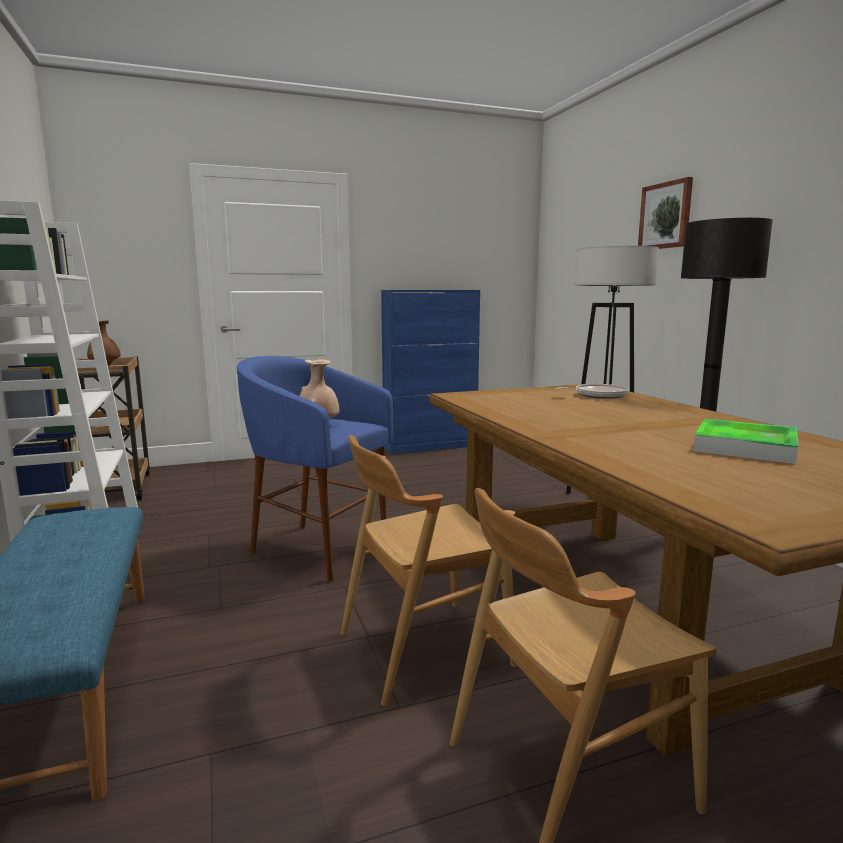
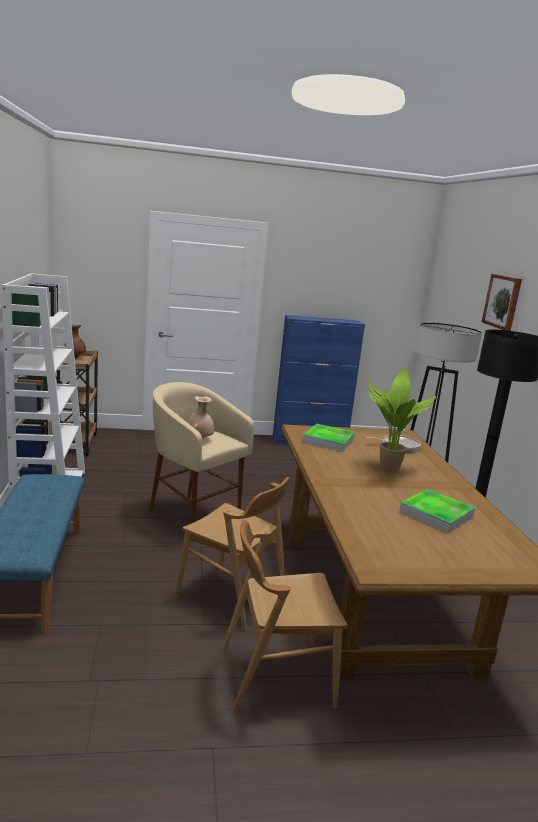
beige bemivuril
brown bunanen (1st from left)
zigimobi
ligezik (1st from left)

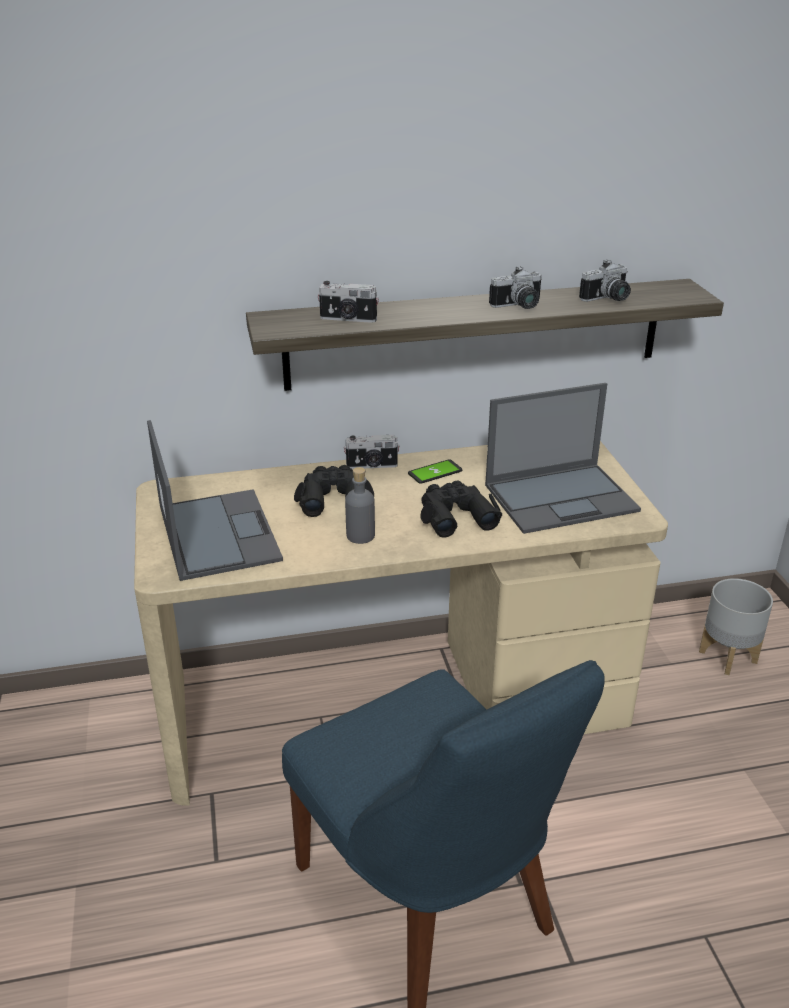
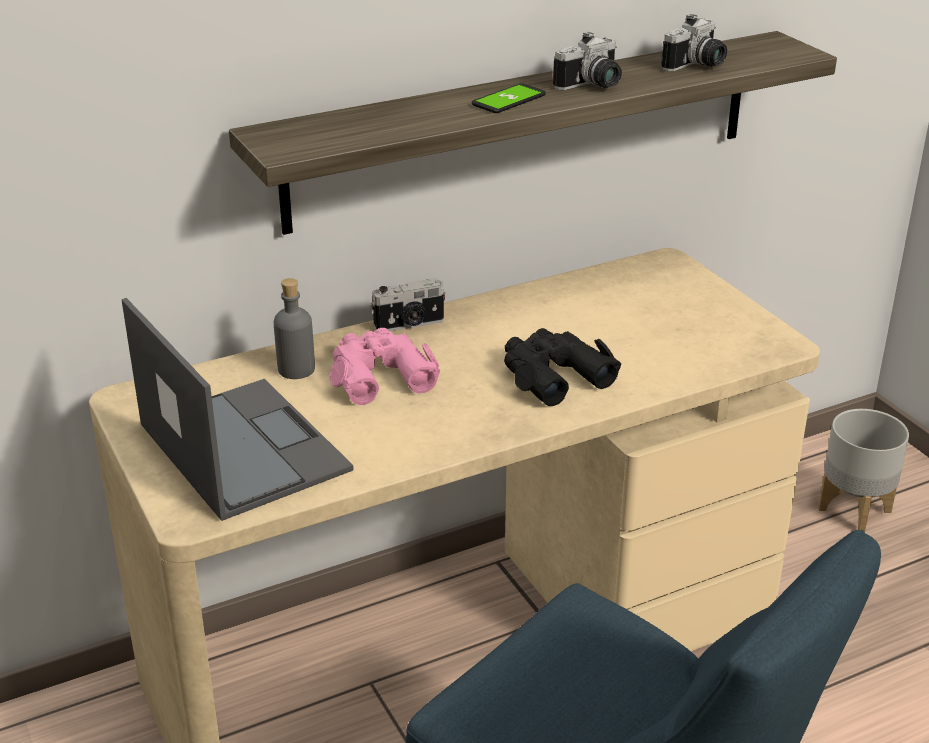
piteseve (1st from left in the first image)
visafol (2nd from left in the first image)
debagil
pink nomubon
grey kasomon

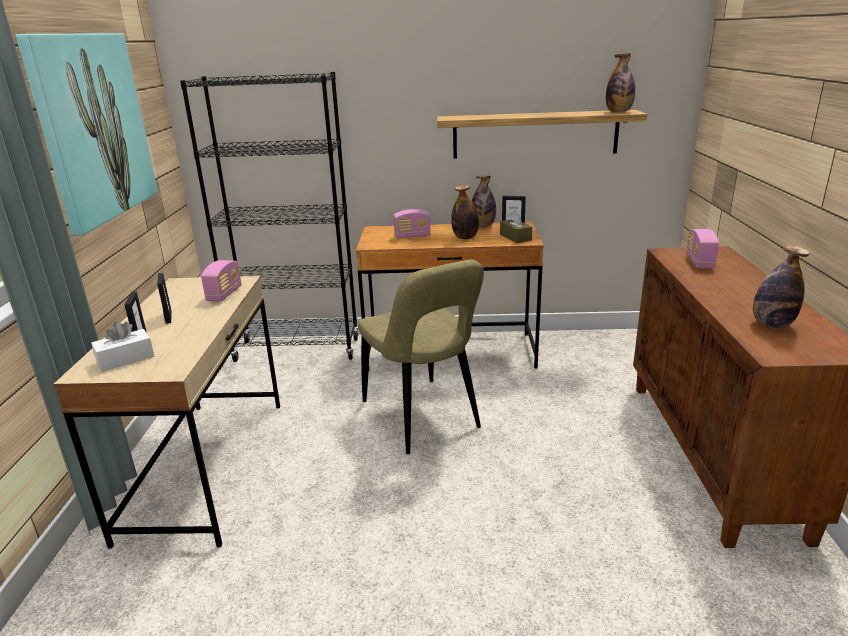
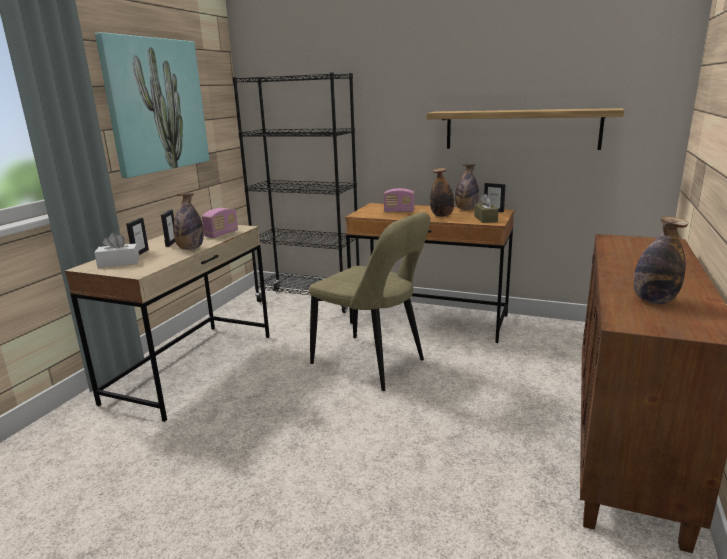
kasomon (1st from left)
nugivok (3rd from left in the first image)
beige bunanen

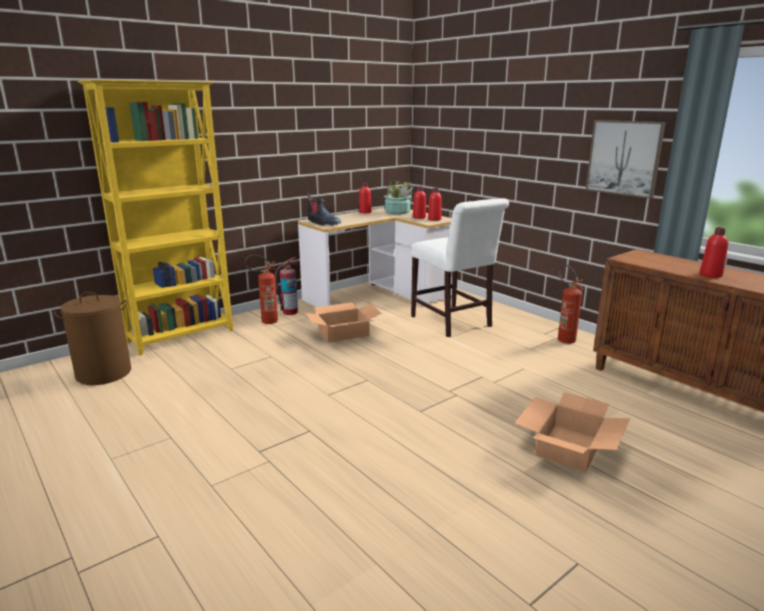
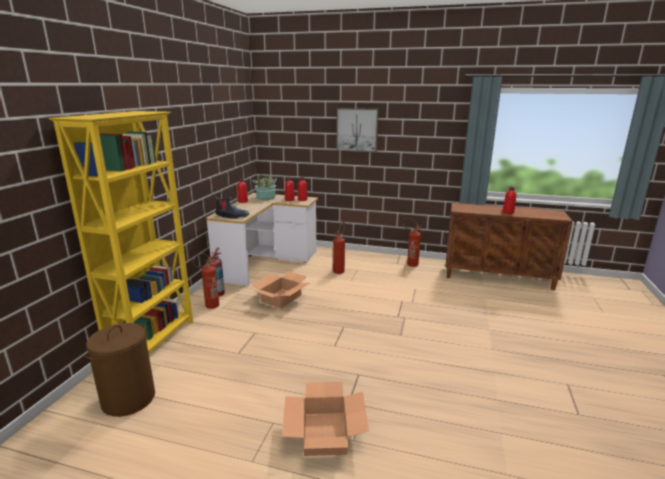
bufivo
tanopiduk (3rd from left)
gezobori (2nd from left)

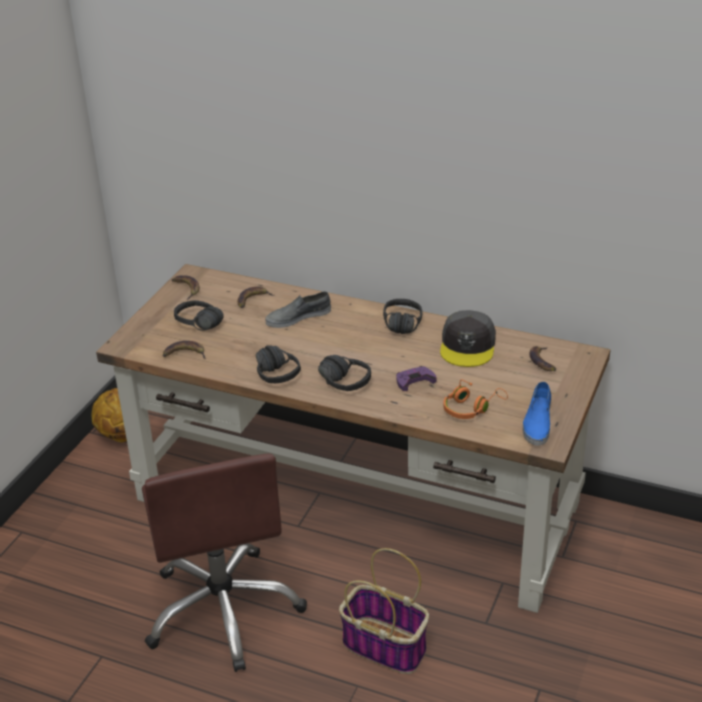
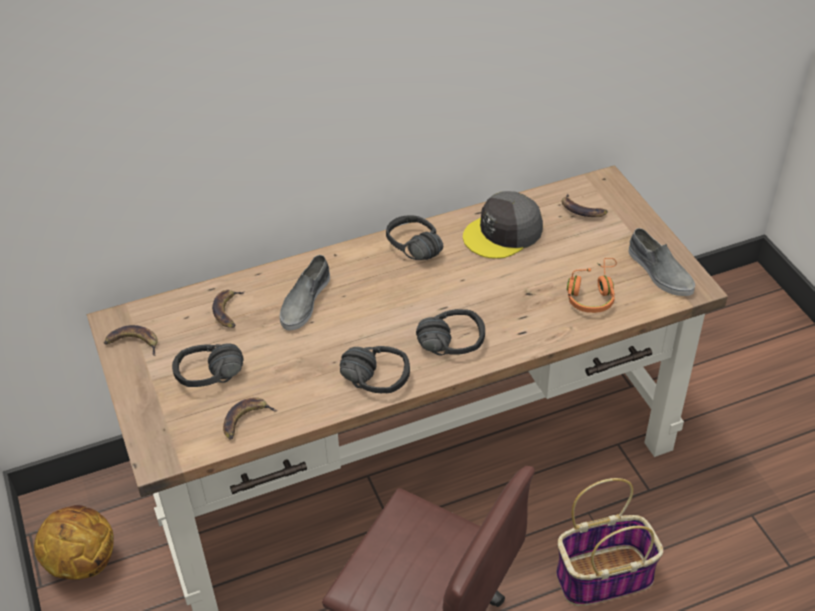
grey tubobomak
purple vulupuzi
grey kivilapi (2nd from left)

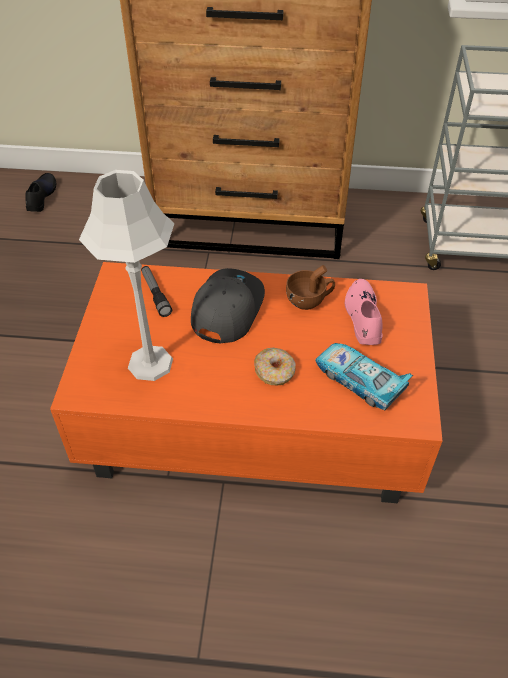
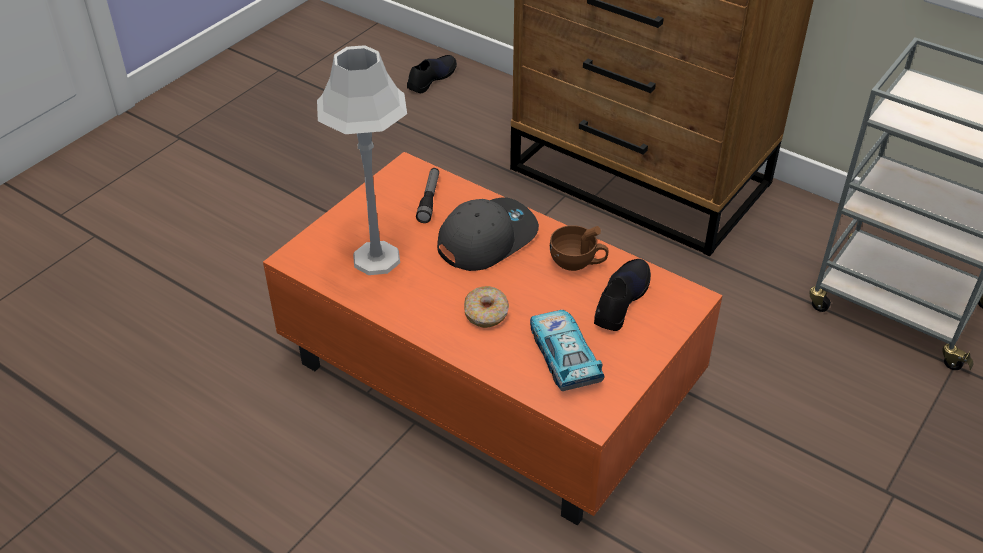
black kivilapi (2nd from left)

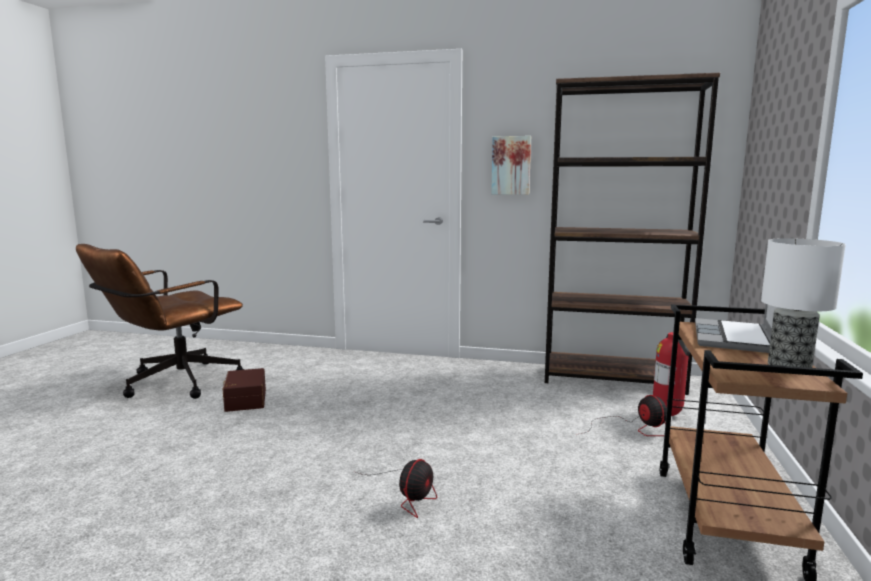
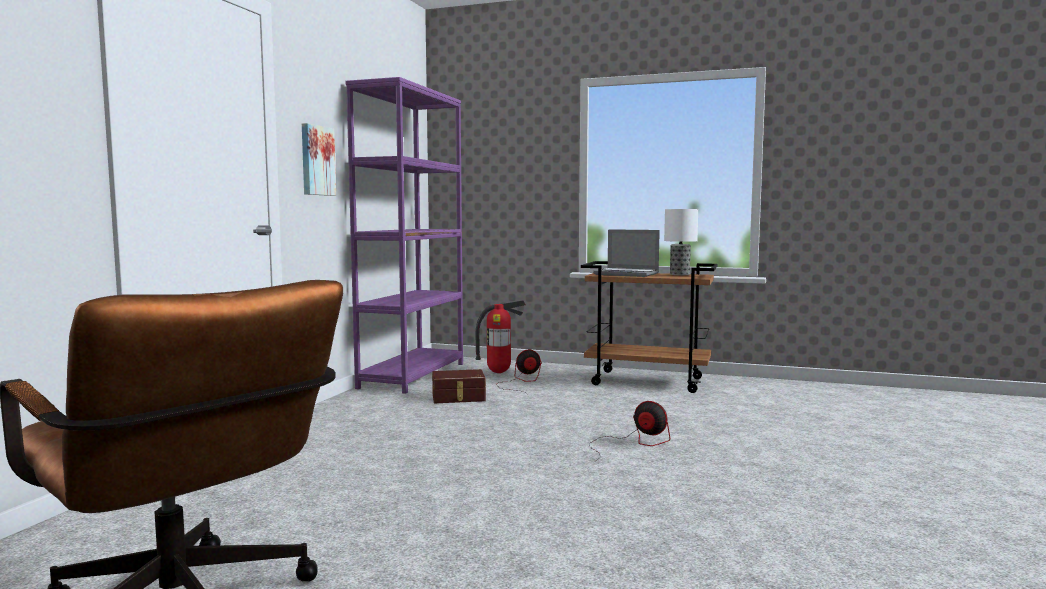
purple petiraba
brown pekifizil

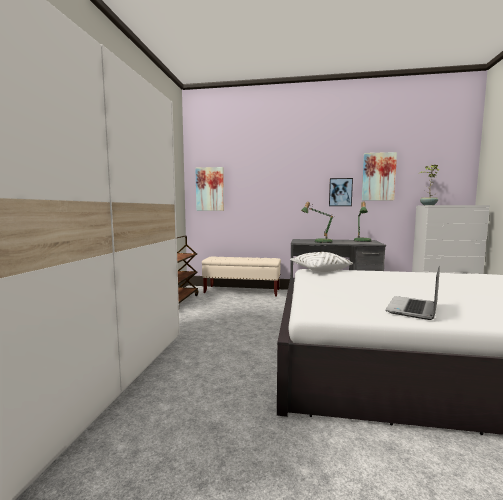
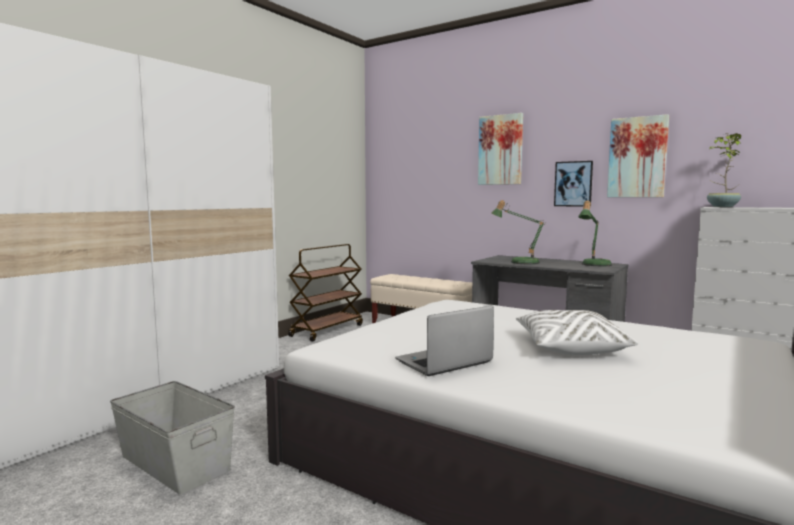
bufivo (1st from left)
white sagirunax
grey pekifizil

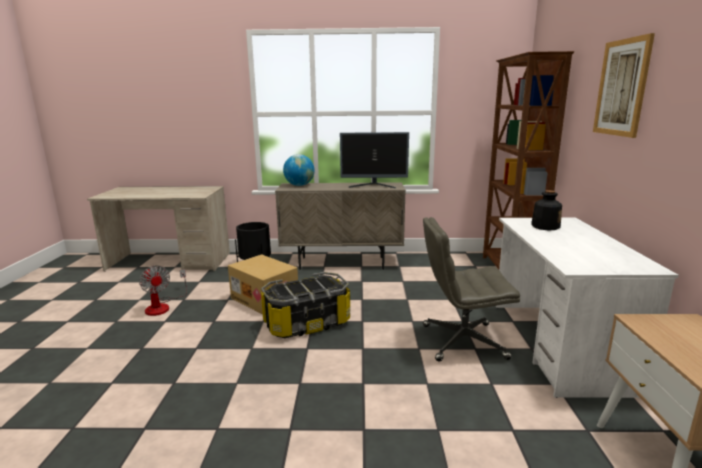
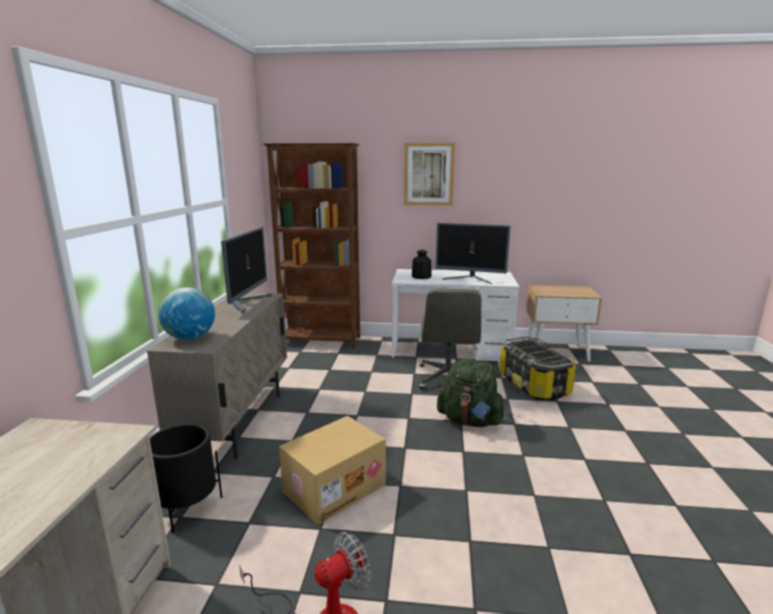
pekifizil
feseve (2nd from left)
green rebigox

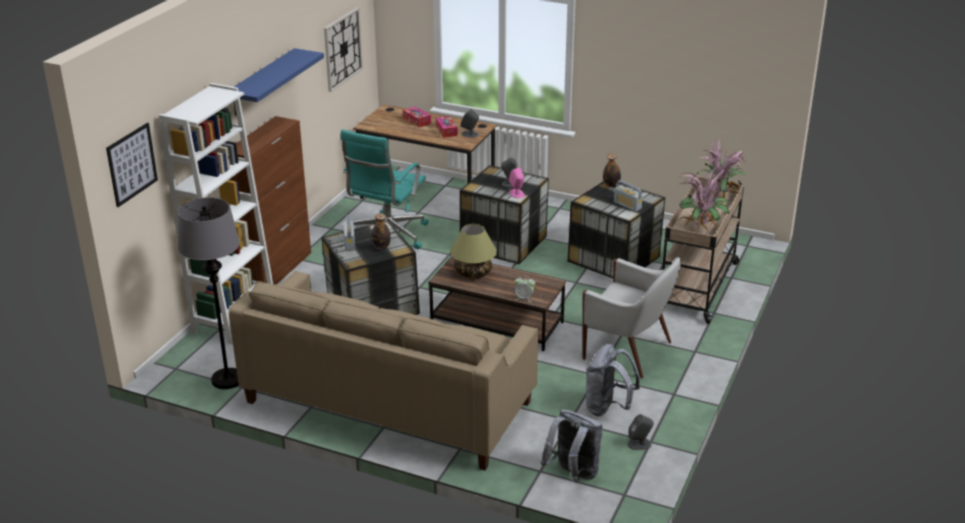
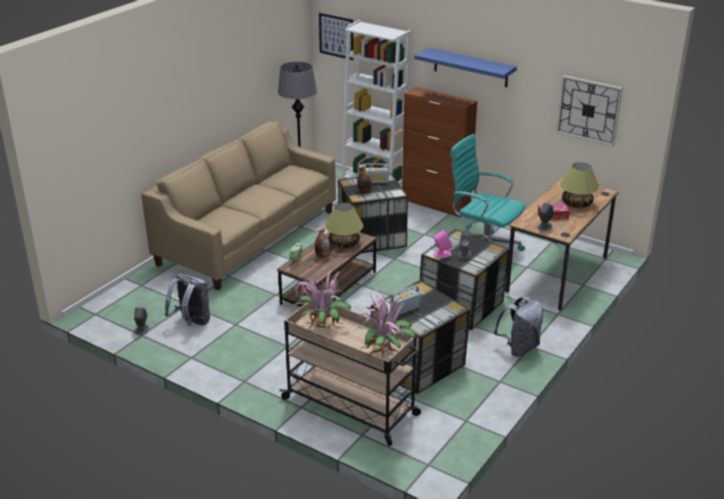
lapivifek (2nd from left)
kasomon (1st from left)
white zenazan
grey rebigox (2nd from left)

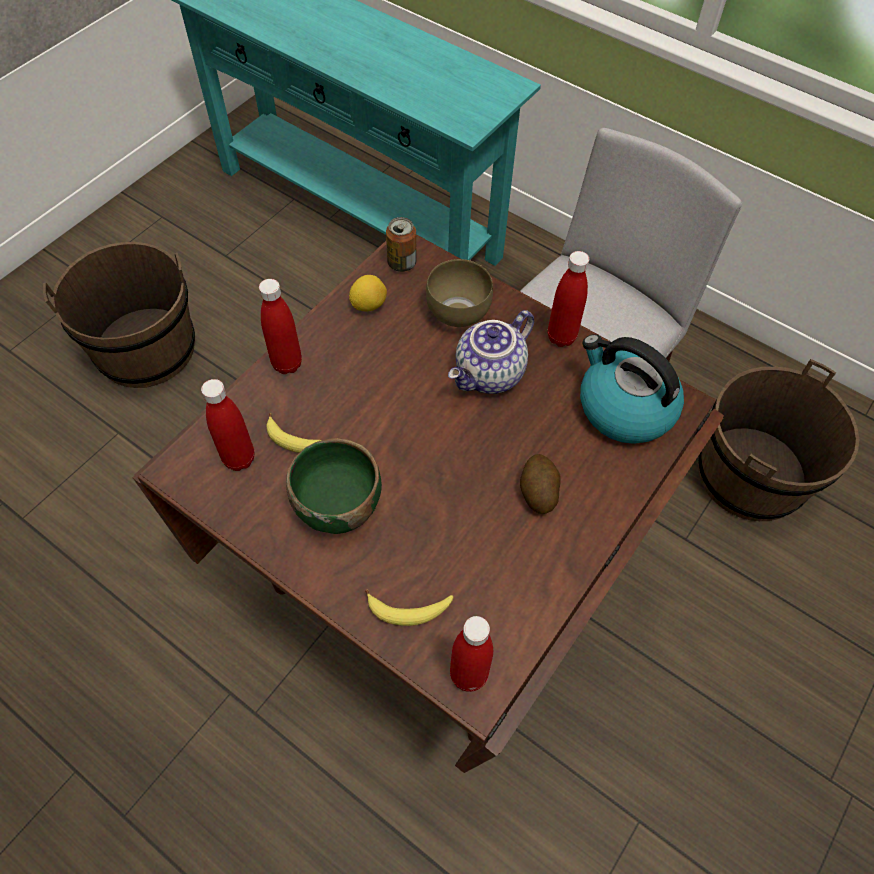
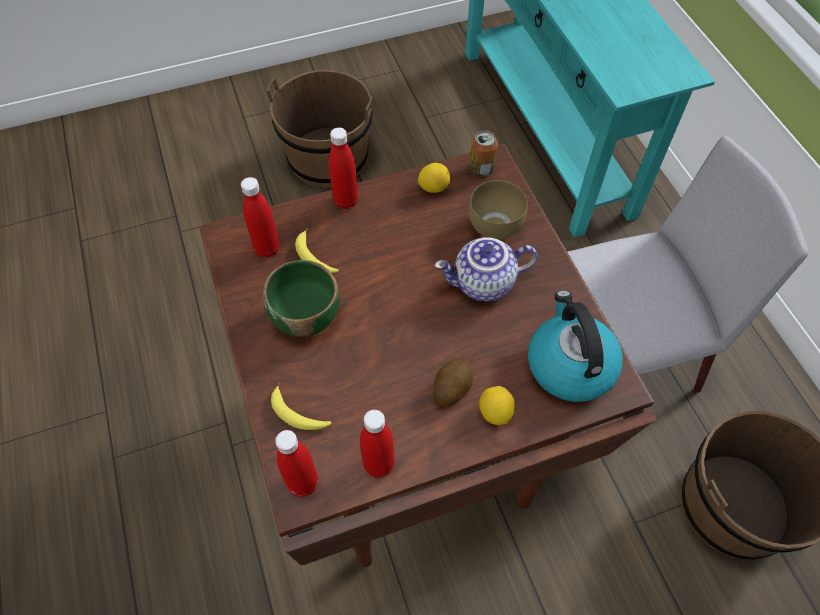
red kasomon (4th from left)
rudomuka (2nd from left)

